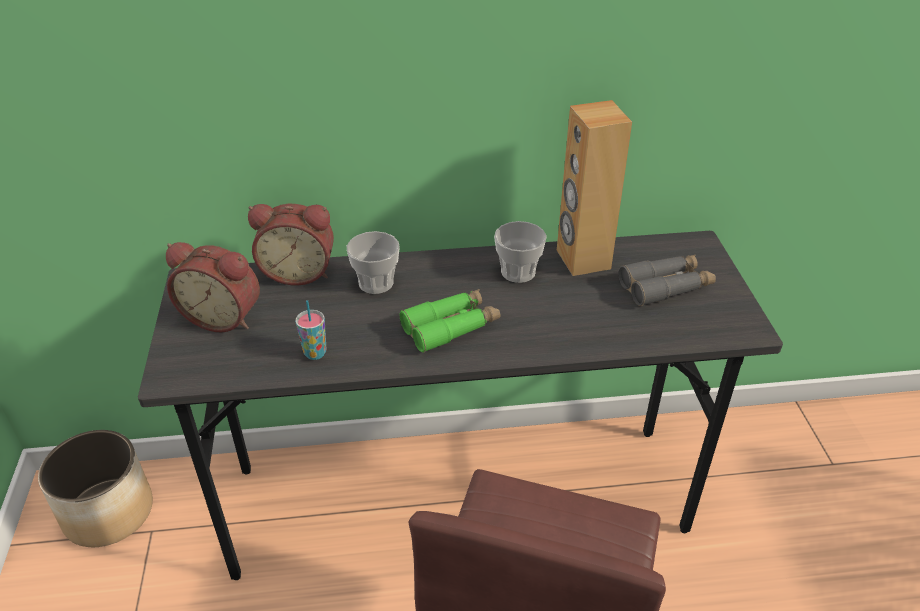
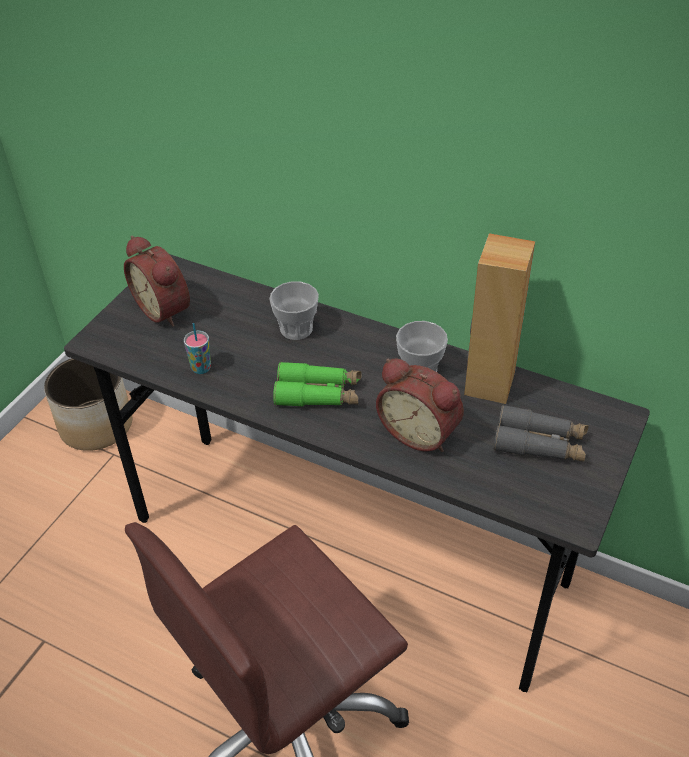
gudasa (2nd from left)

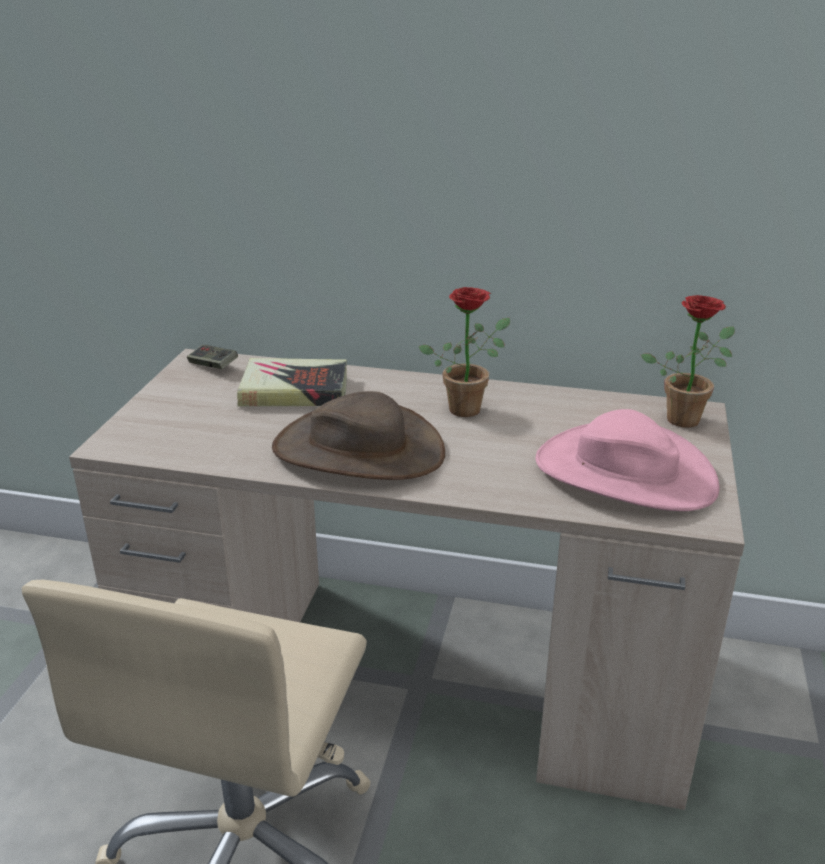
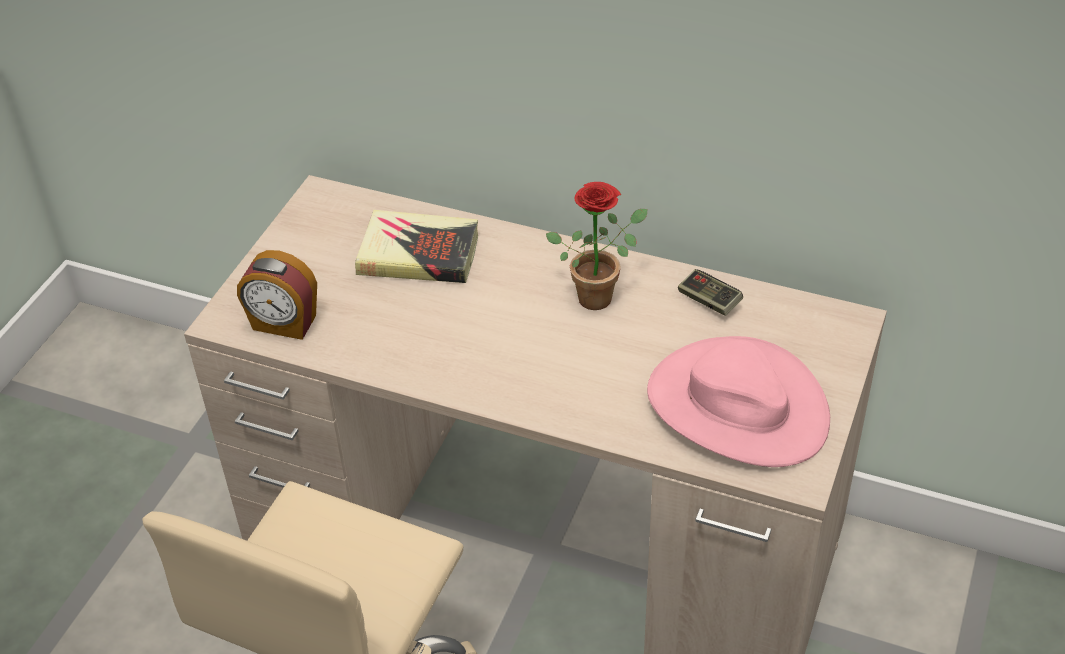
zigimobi (2nd from left in the first image)
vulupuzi
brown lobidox
gudasa

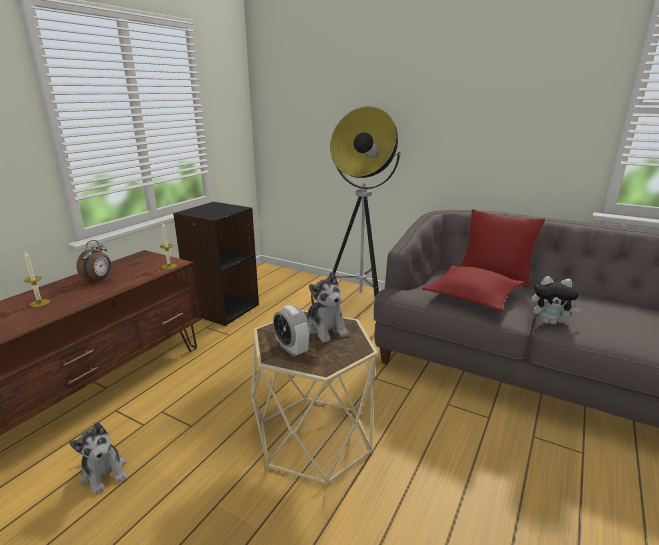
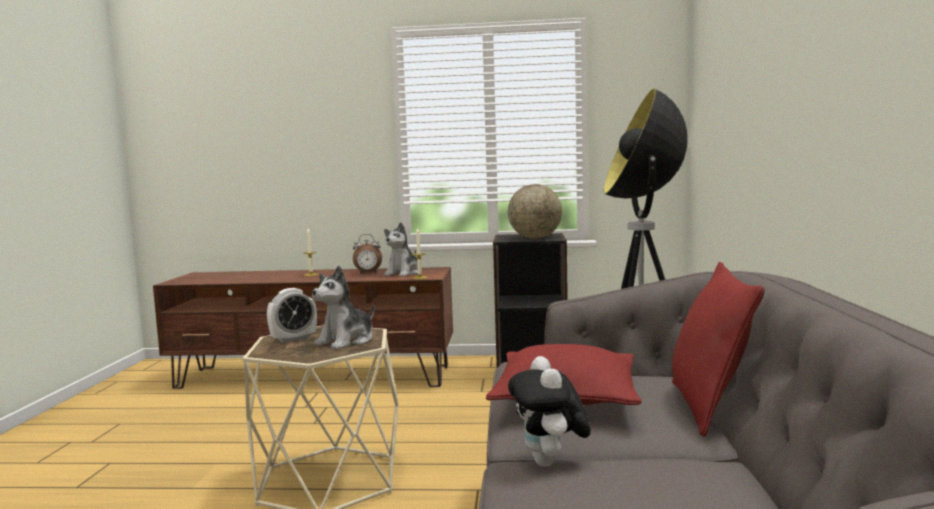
gudasa (1st from left)
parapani (2nd from left)
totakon

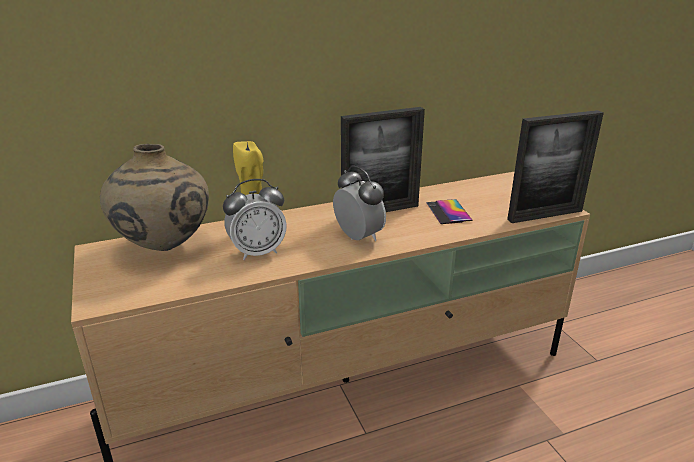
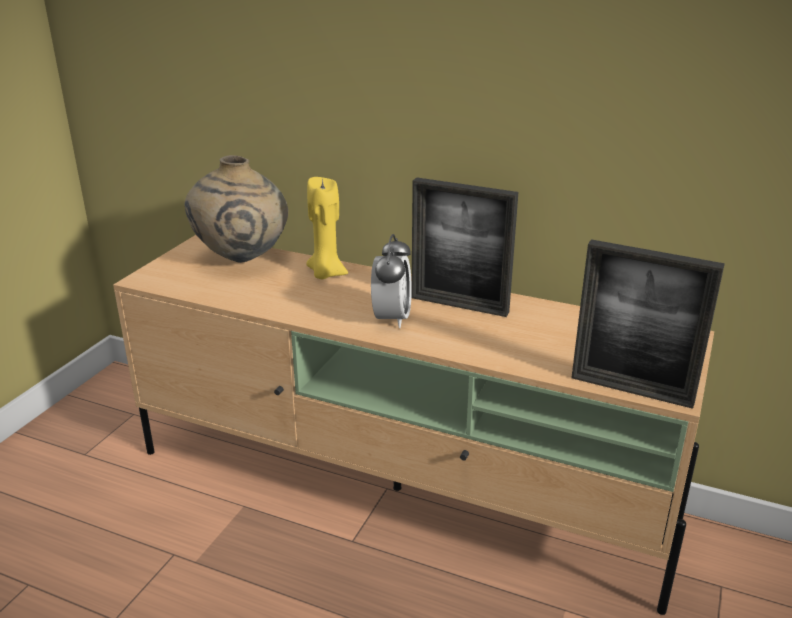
gudasa (1st from left in the first image)
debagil

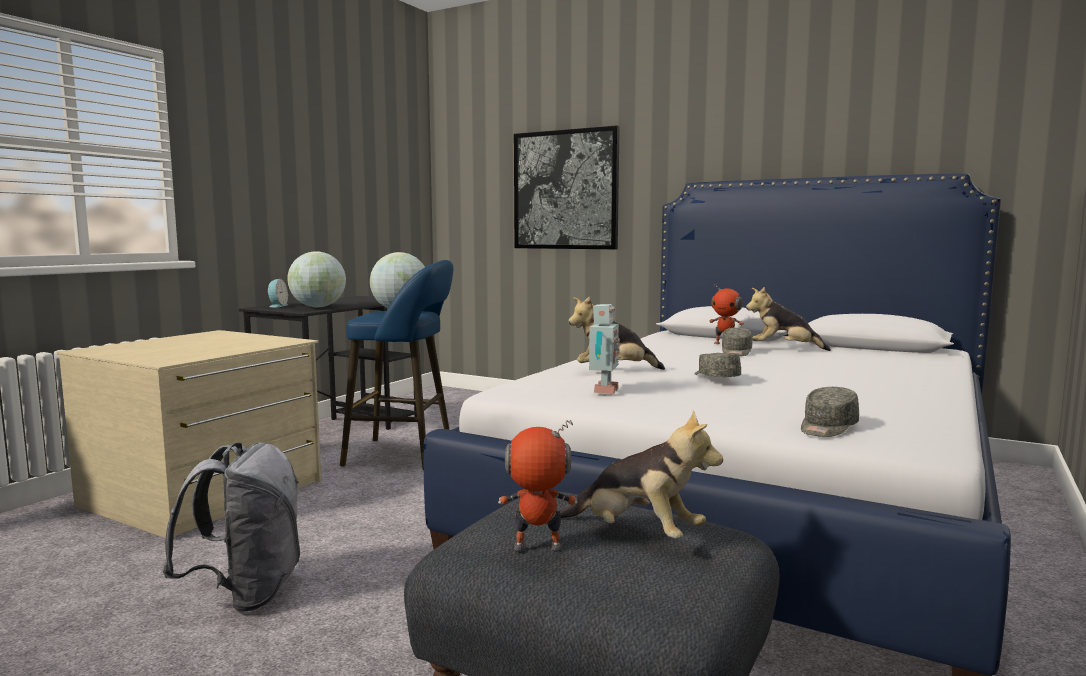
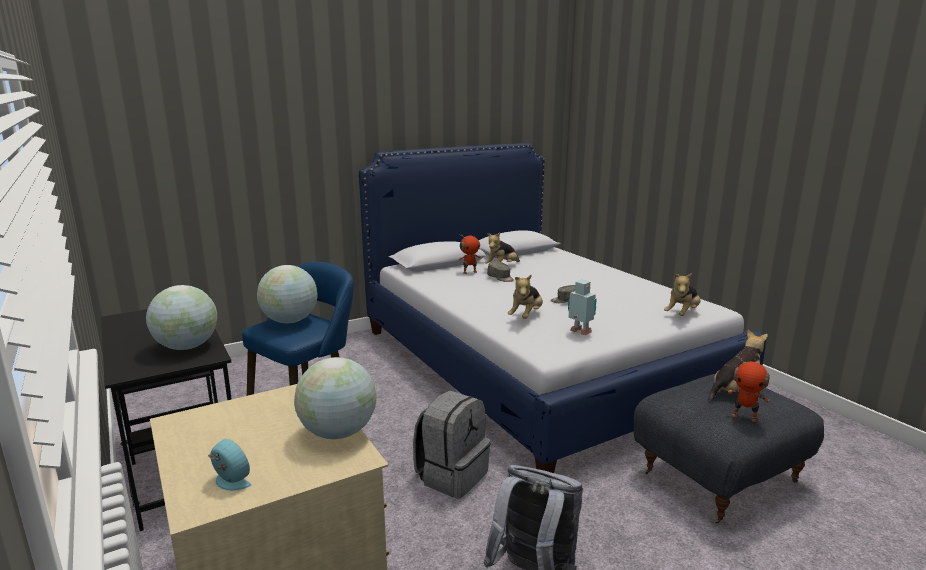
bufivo
gudasa
parapani (3rd from left)
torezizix (3rd from left)
totakon (3rd from left)
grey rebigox (1st from left)

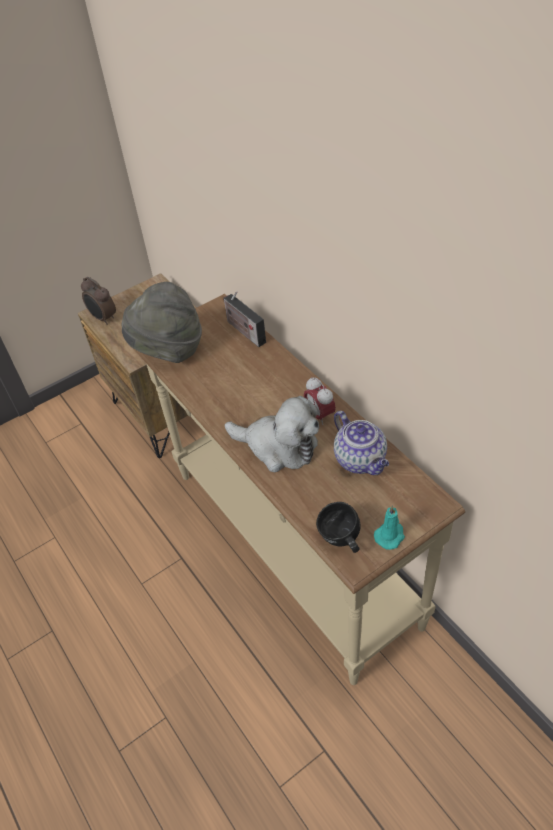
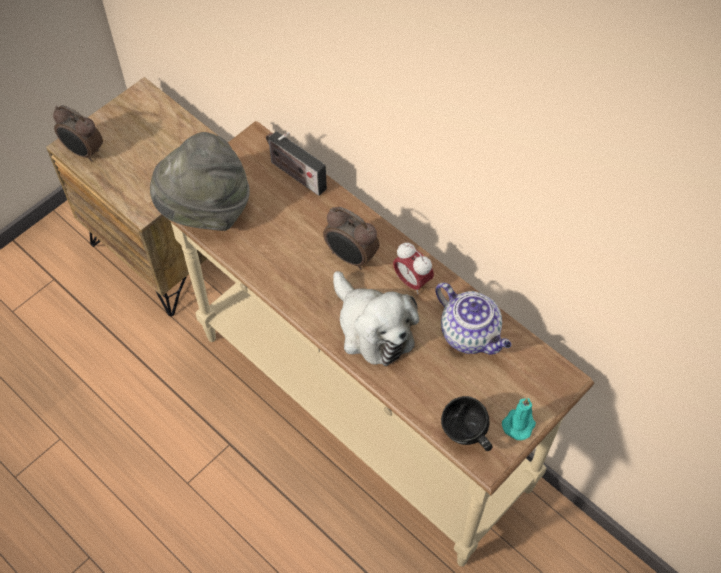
parapani
gudasa (2nd from left)

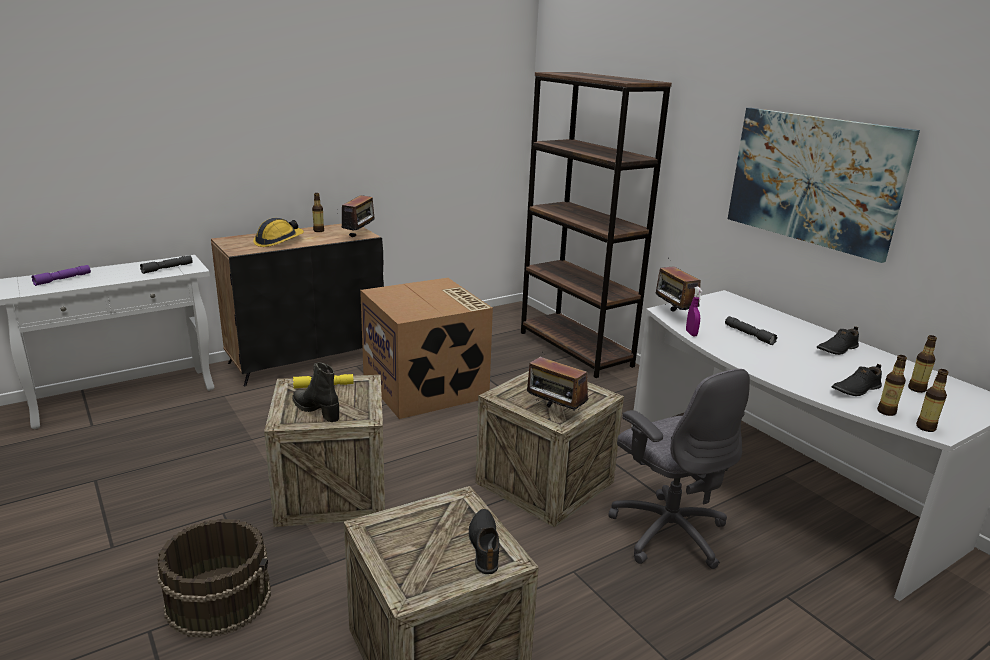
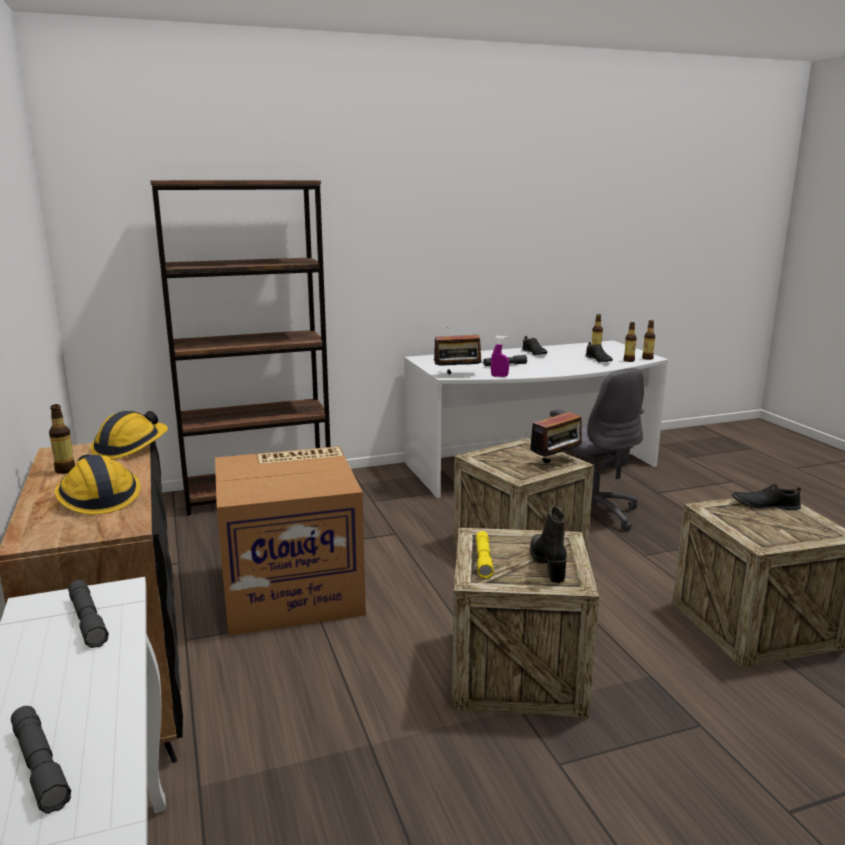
bufivo
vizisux (2nd from left)
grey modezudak (1st from left)
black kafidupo
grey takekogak
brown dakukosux

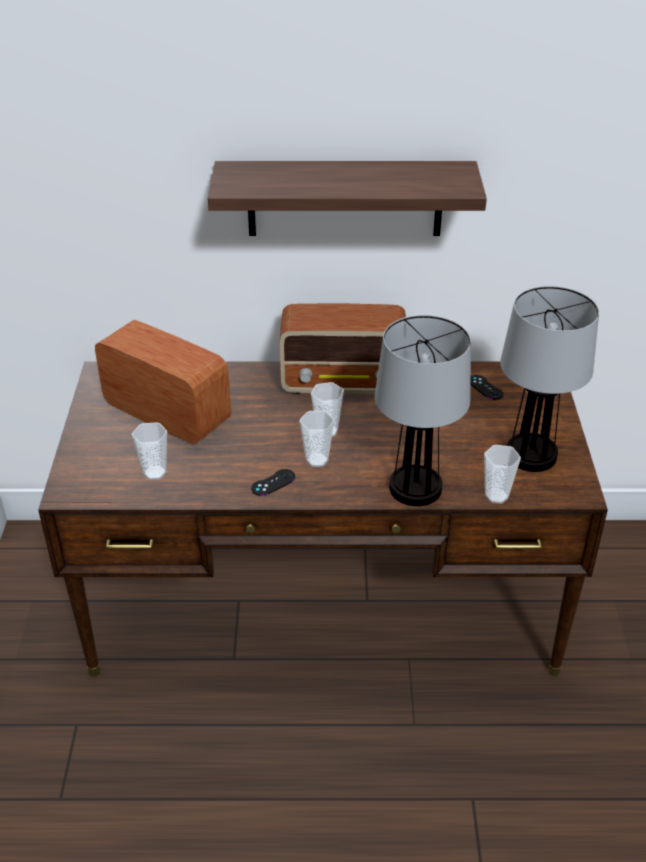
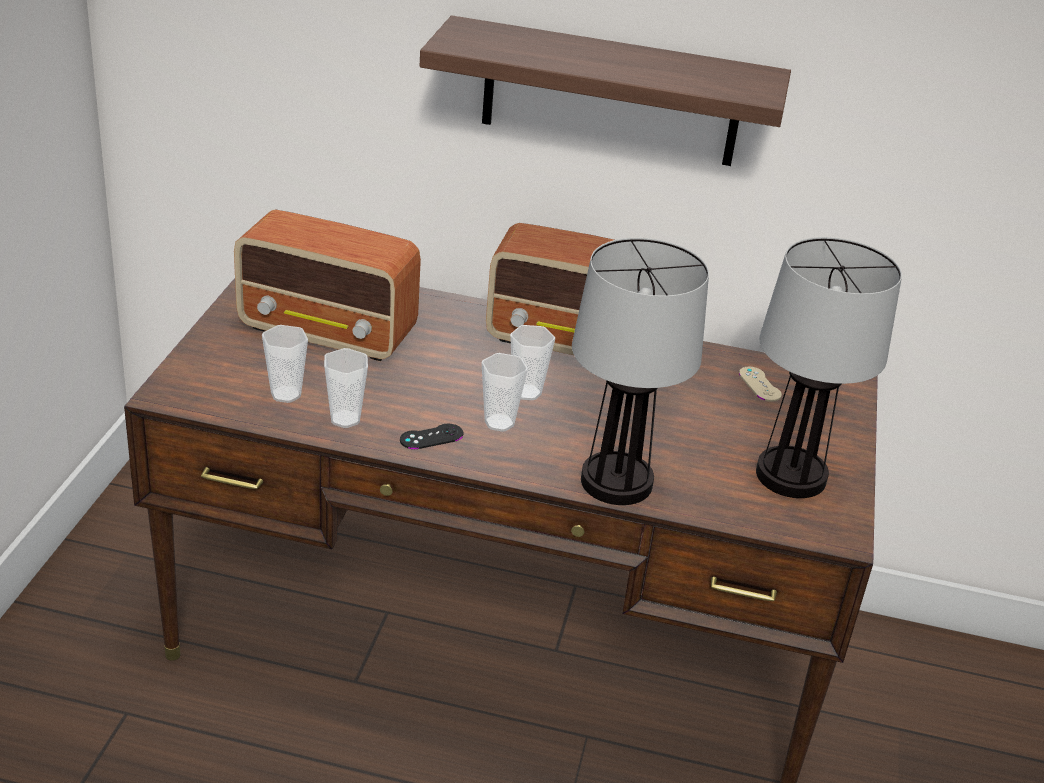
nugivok (1st from left)
beige vulupuzi
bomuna (2nd from left)

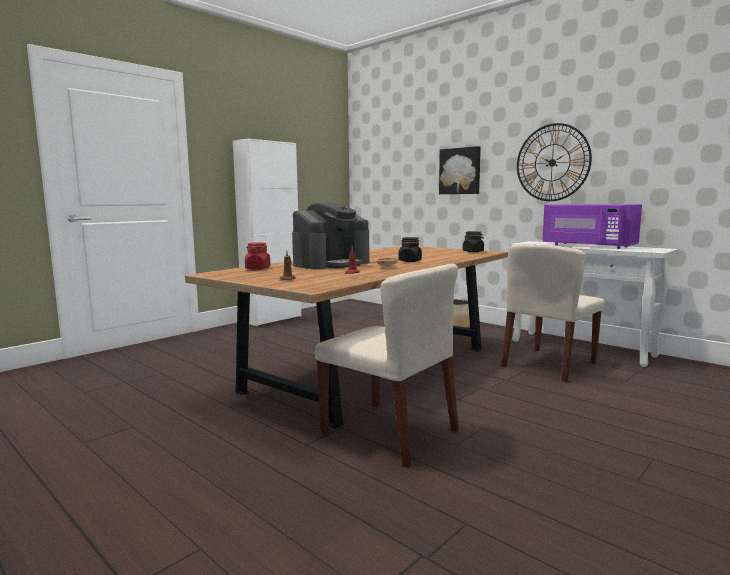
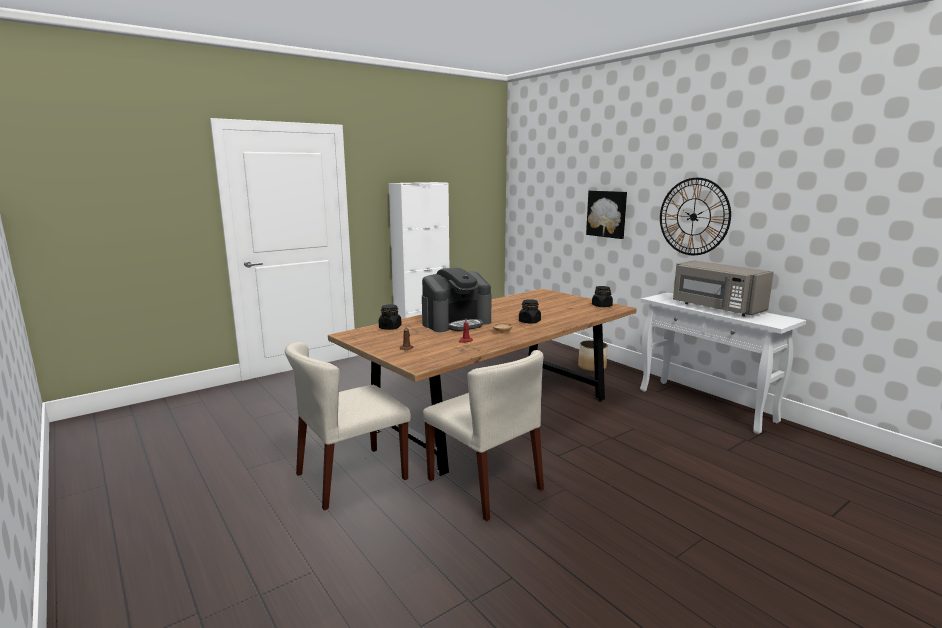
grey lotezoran
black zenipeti (1st from left)
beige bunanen (1st from left)

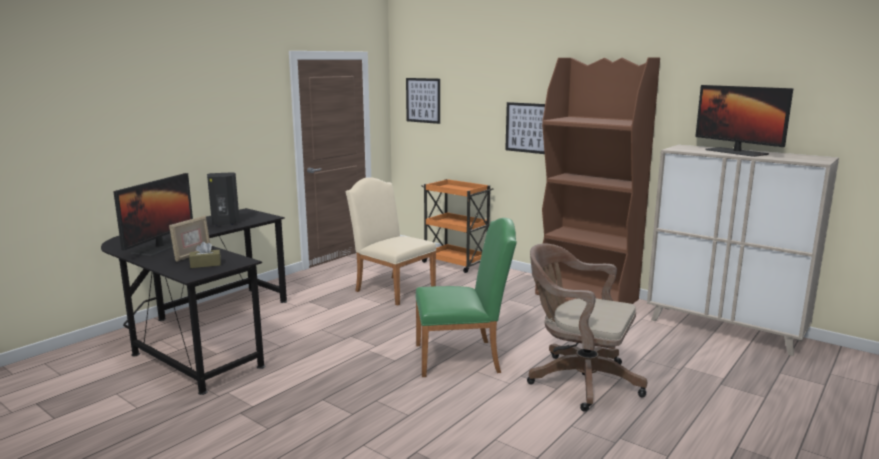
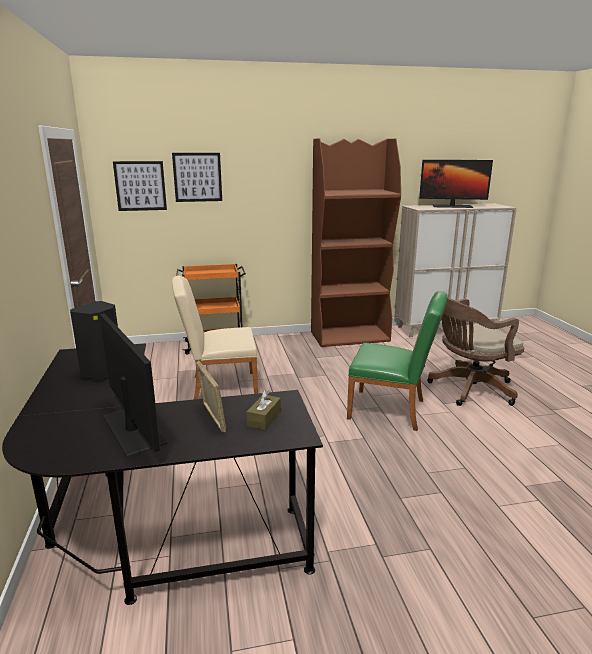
bufivo (2nd from left)
green bunanen

